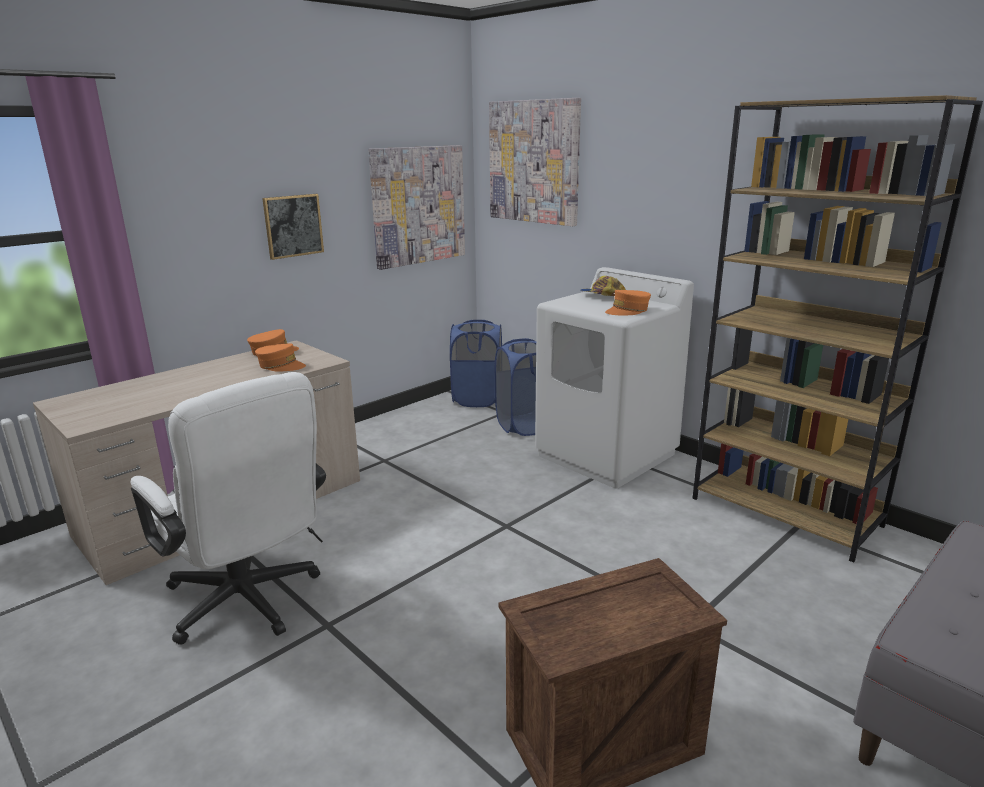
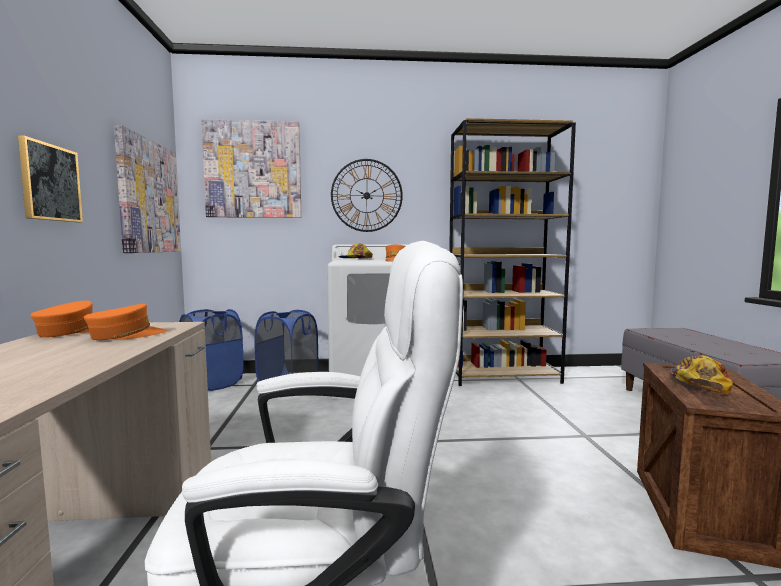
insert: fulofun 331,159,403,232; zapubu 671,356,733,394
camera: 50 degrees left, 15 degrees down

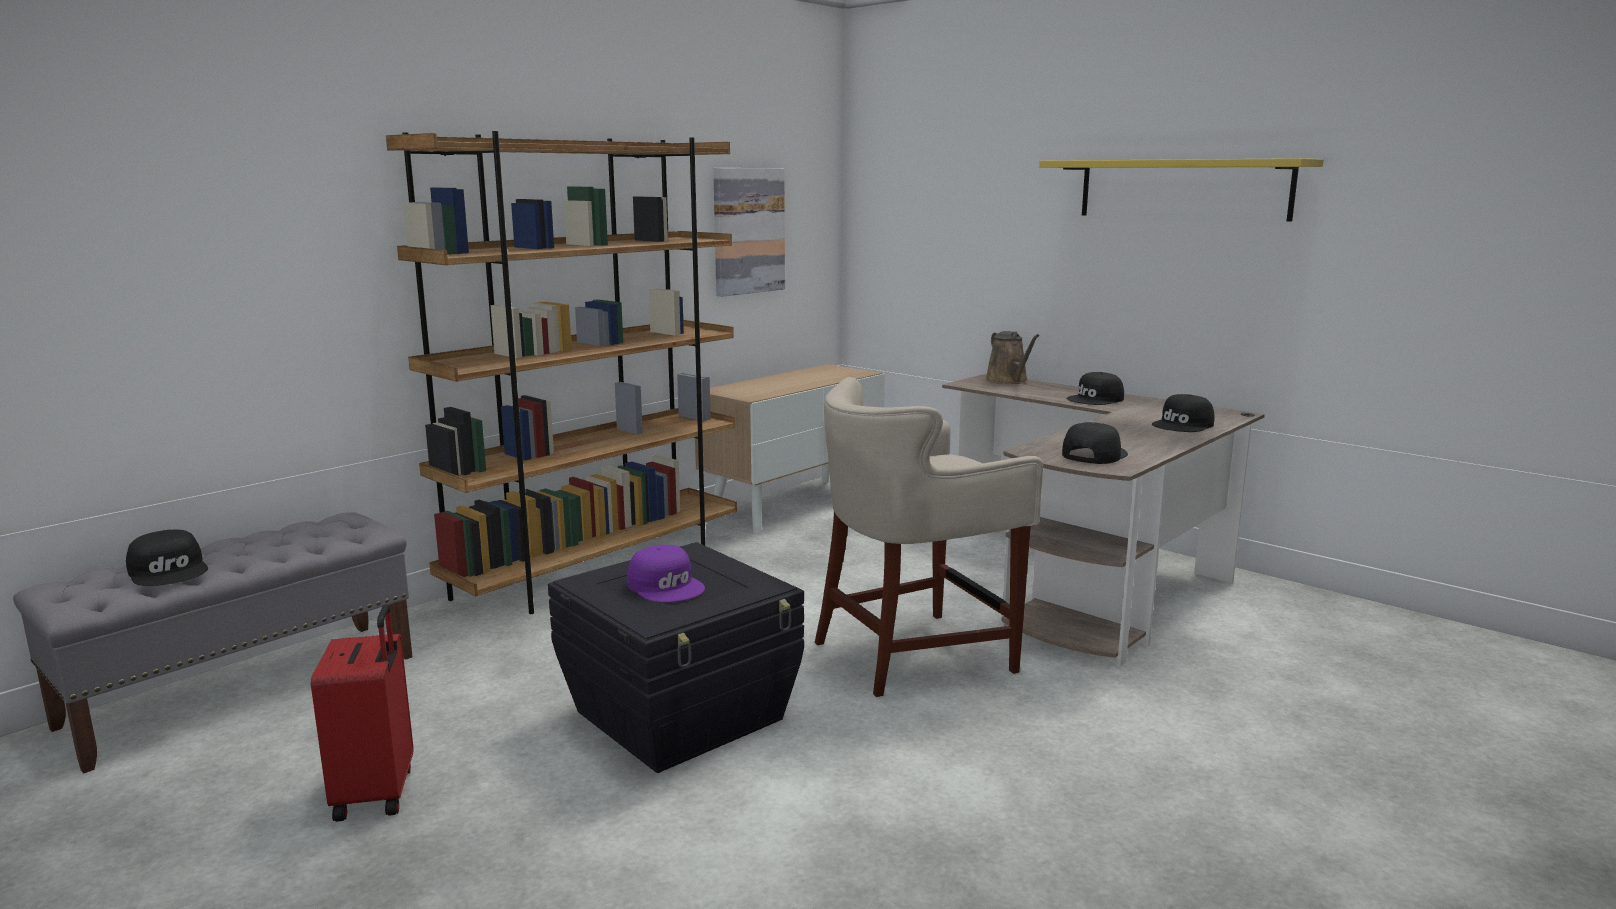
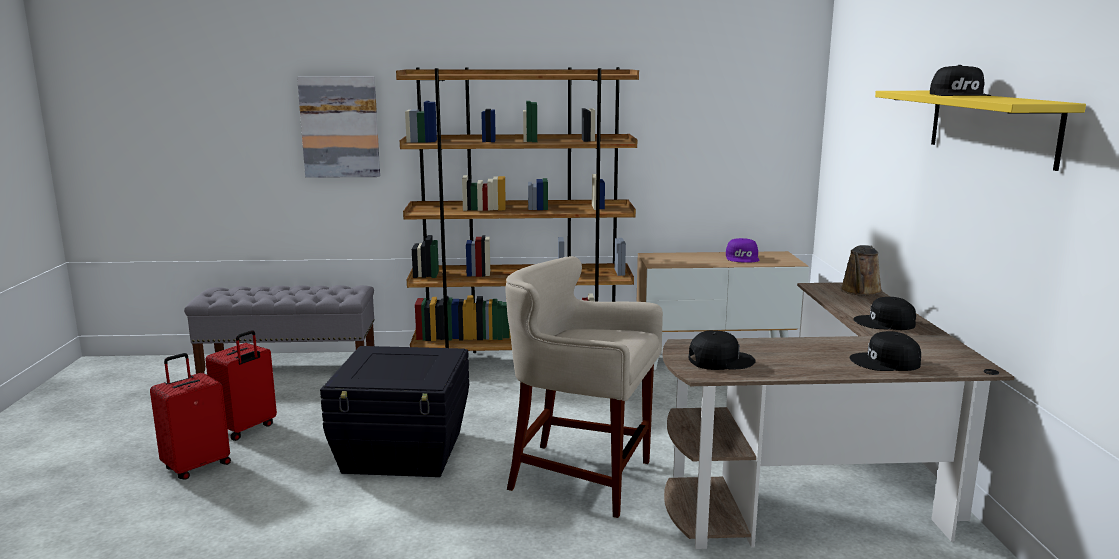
insert: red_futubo 150,353,231,480
move: black_zapubu 126,529,208,586 to 930,65,991,96; purple_zapubu 627,545,705,602 to 726,238,759,263; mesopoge 713,168,785,297 to 297,76,380,178
camera: 45 degrees right, 0 degrees up

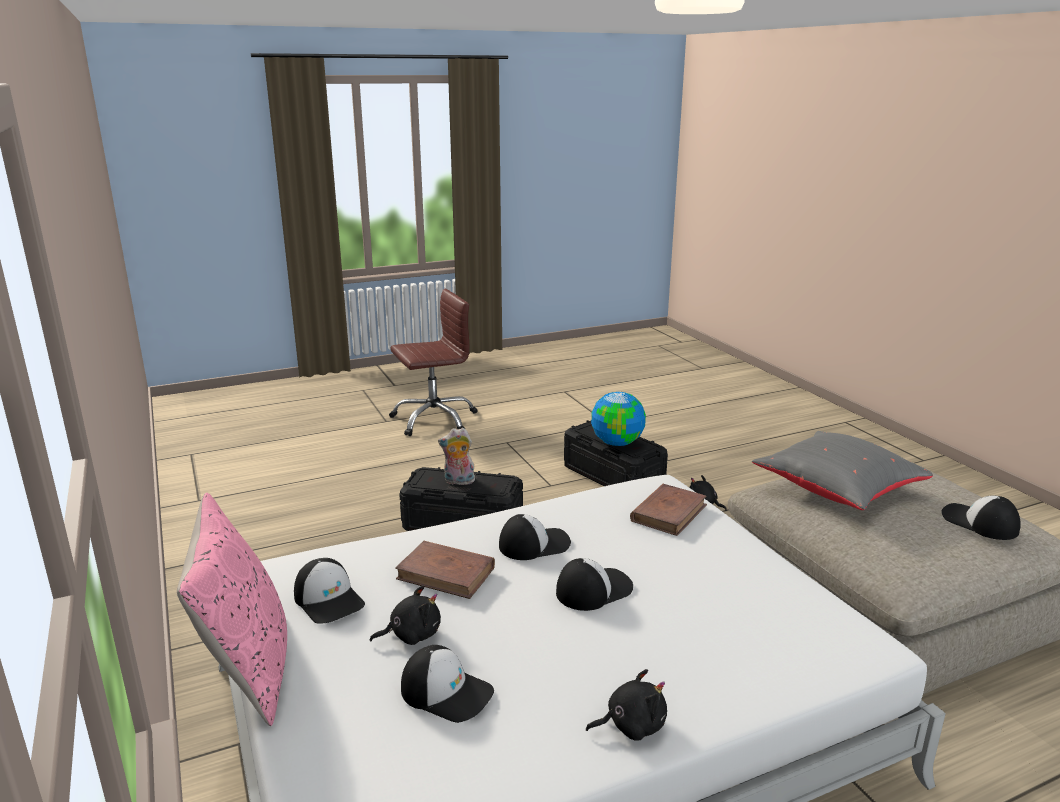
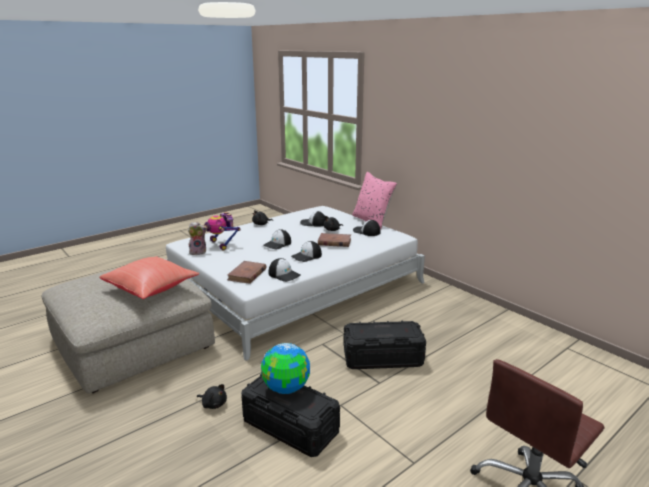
insert: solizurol 204,212,241,251
move: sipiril 438,428,475,485 to 188,222,207,255; zapubu 941,496,1021,540 to 269,258,301,282
recolor: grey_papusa 752,431,933,510 to red_papusa 100,256,199,299
camera: 165 degrees right, 0 degrees up

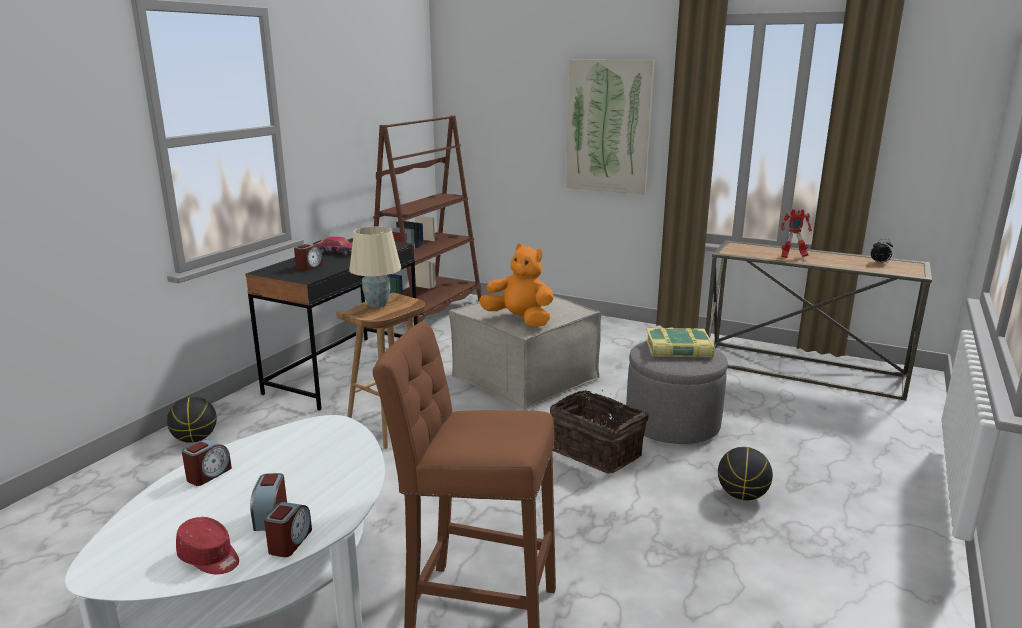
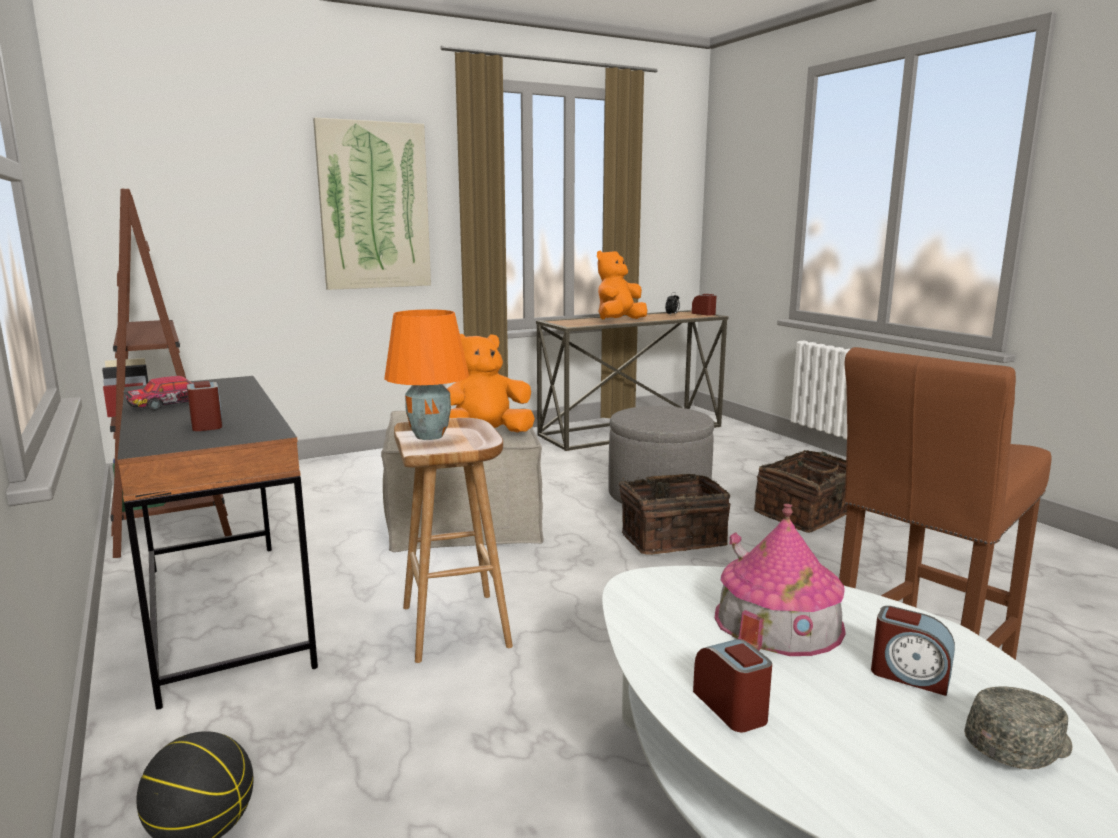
delete: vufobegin 646,328,714,358
insert: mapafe 715,504,846,656
move: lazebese 264,502,312,557 to 692,294,716,316
replace: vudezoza 718,447,773,500 to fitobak 754,450,847,533; solizurol 781,209,812,258 to orange_sipiril 597,251,647,319
recolor: red_zapubu 176,517,239,574 to grey_zapubu 964,687,1072,769; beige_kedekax 349,227,401,308 to orange_kedekax 384,309,469,440
camera: 55 degrees left, 5 degrees down

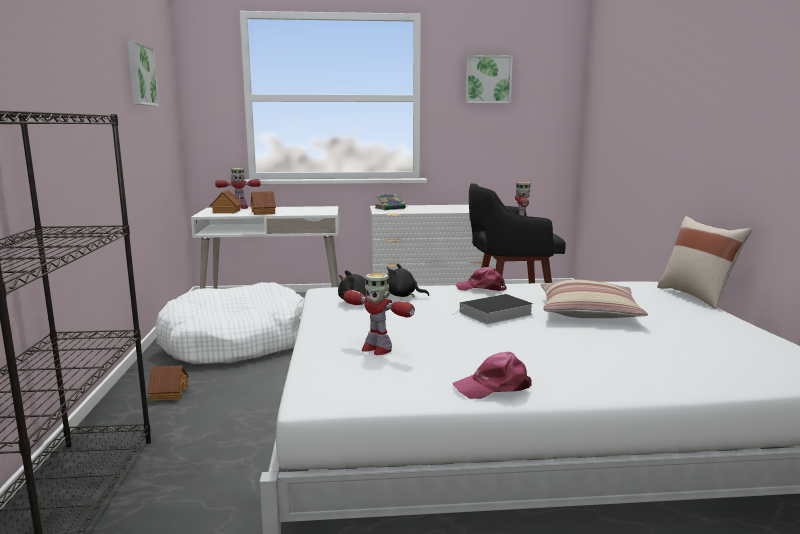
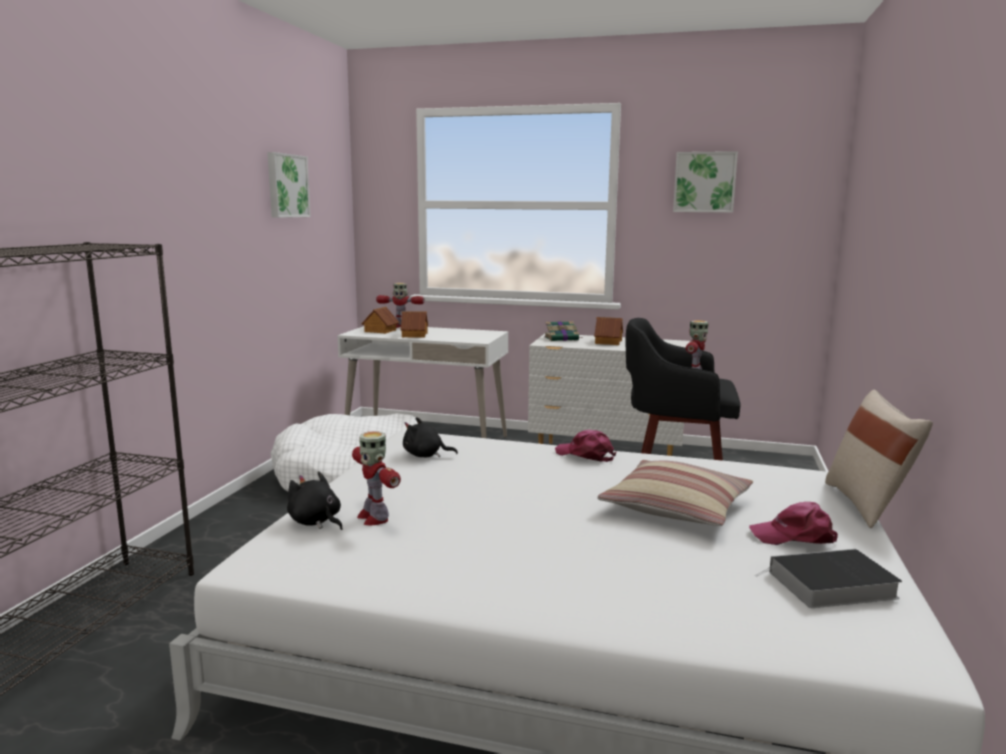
move: mapafe 147,365,189,401 to 594,317,623,345; black_sipiril 387,264,429,297 to 287,472,343,530; vufobegin 452,294,533,324 to 755,549,902,608; pink_zapubu 453,352,532,399 to 749,502,838,545
camera: 20 degrees right, 0 degrees up

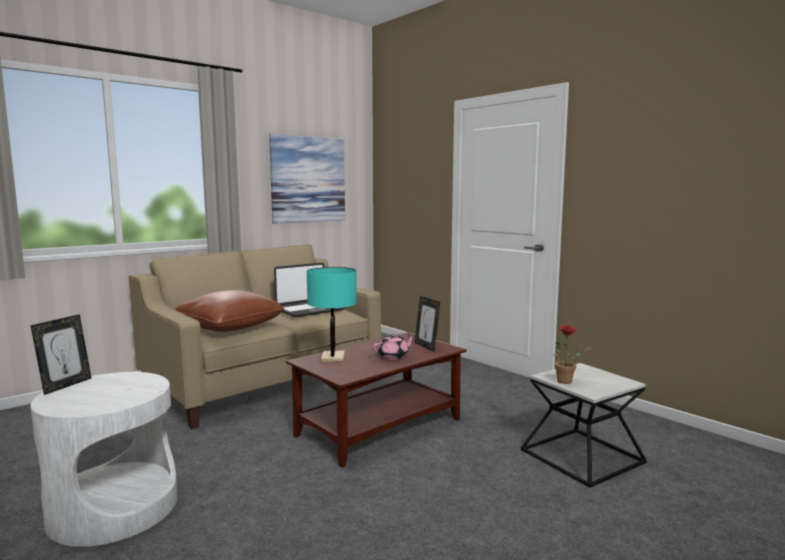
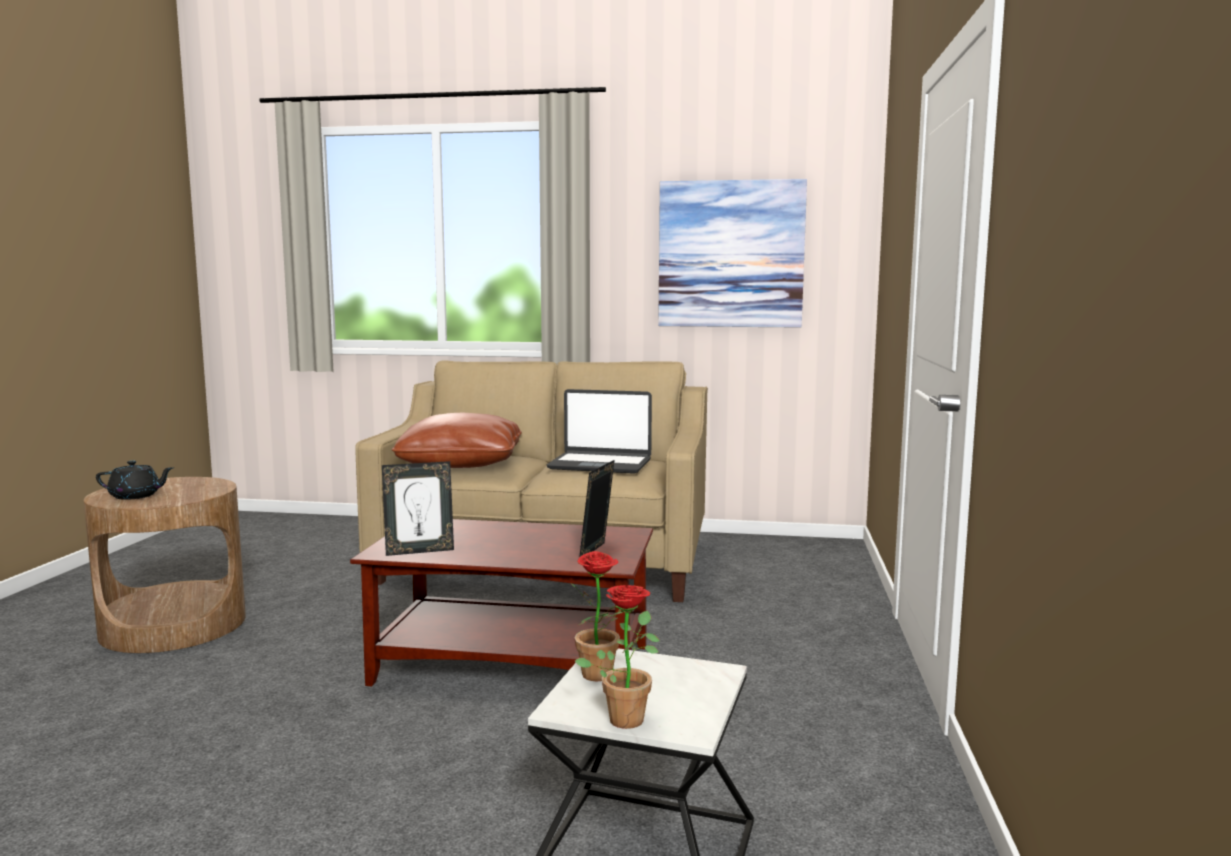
delete: turquoise_kedekax 307,267,357,362; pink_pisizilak 373,334,414,360
insert: black_pisizilak 96,461,174,500; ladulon 575,585,660,729
move: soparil 30,314,91,395 to 382,461,454,556
recolor: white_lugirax 31,372,178,547 to brown_lugirax 83,477,246,653
camera: 50 degrees right, 0 degrees up

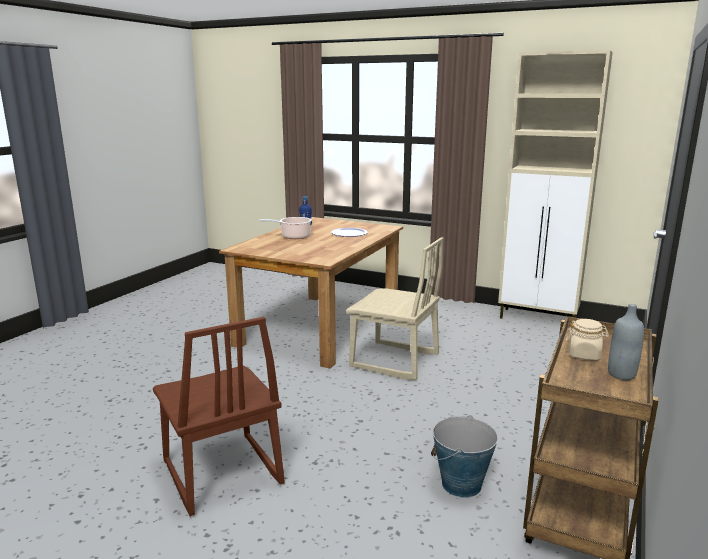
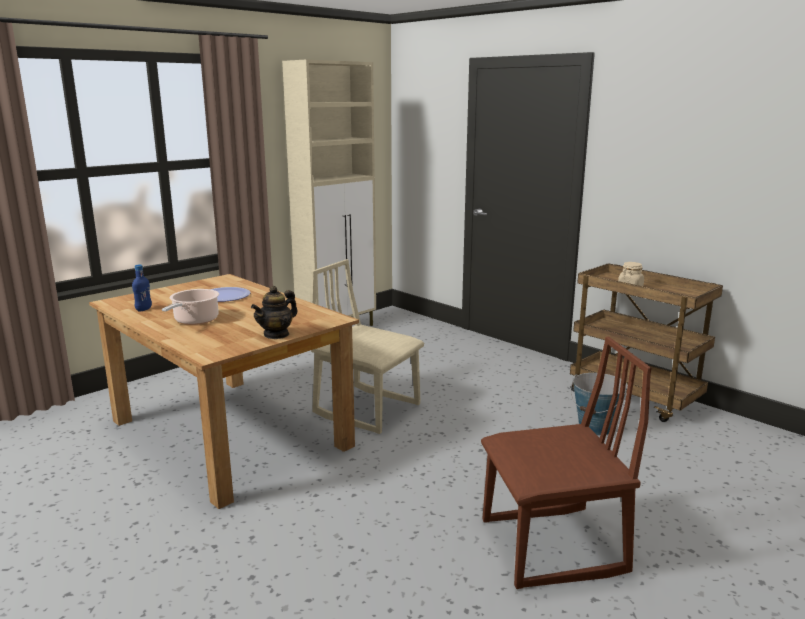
delete: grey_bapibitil 608,304,644,380
insert: pisizilak 251,286,298,339
rotate: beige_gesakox 346,237,443,380 = 311,259,424,434 105 degrees counterclockwise
camera: 70 degrees left, 0 degrees up

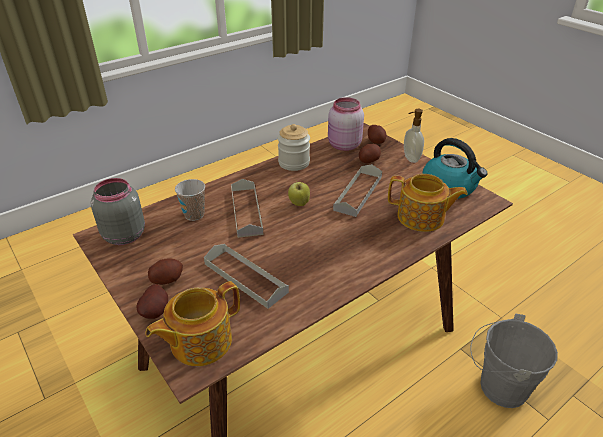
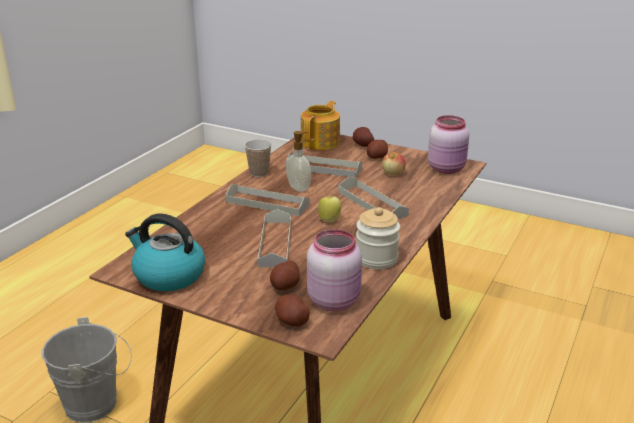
delete: pisizilak 388,174,467,232
insert: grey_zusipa 226,184,310,216; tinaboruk 382,152,406,176
move: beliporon 175,179,205,221 to 244,139,272,177; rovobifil 404,109,424,163 to 286,131,311,192
recolor: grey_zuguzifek 91,178,145,245 to pink_zuguzifek 428,115,469,174
camera: 155 degrees right, 10 degrees down

